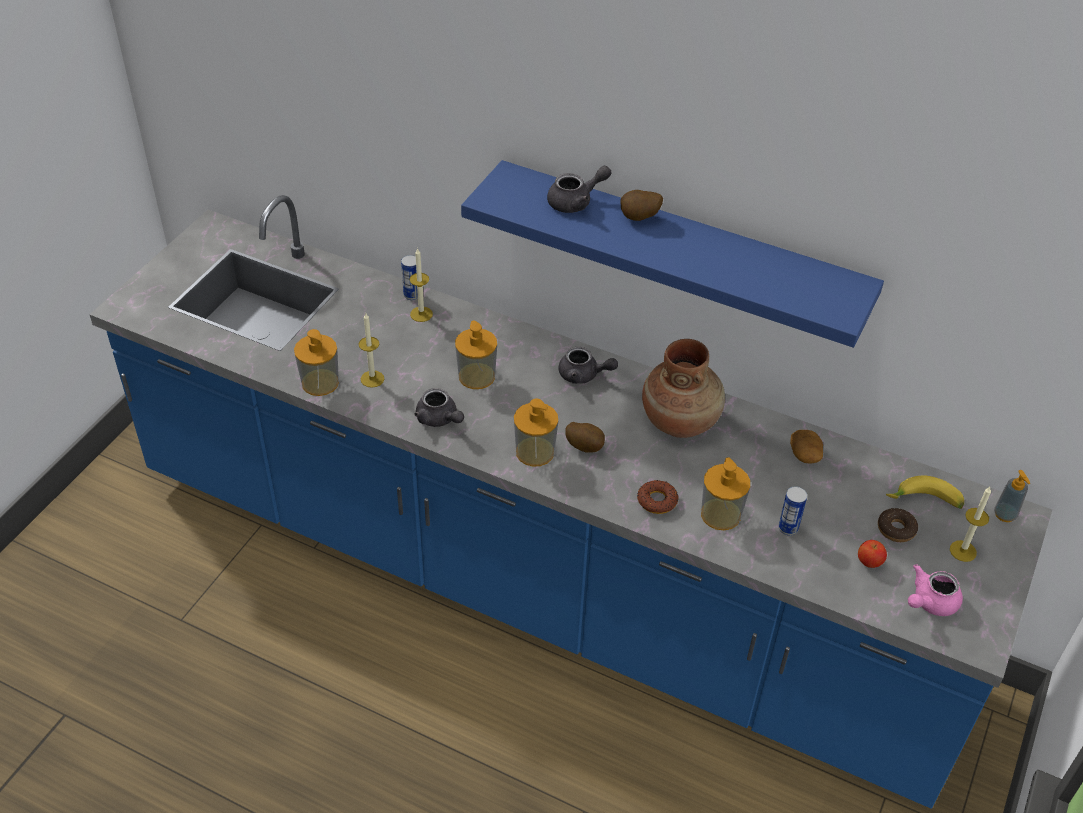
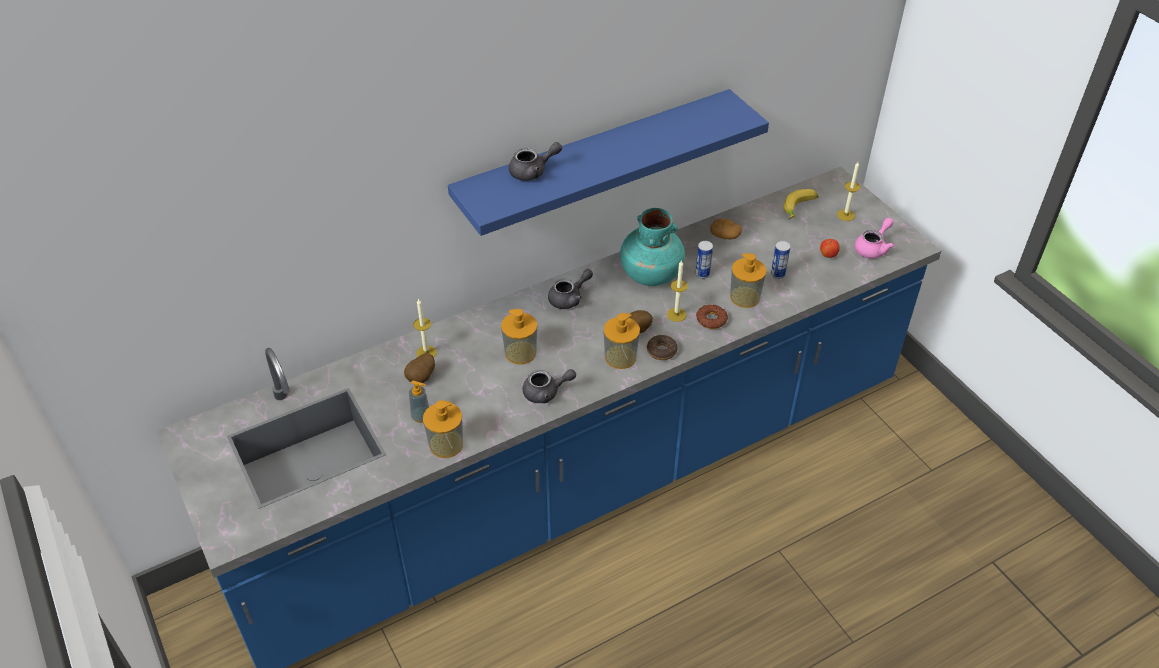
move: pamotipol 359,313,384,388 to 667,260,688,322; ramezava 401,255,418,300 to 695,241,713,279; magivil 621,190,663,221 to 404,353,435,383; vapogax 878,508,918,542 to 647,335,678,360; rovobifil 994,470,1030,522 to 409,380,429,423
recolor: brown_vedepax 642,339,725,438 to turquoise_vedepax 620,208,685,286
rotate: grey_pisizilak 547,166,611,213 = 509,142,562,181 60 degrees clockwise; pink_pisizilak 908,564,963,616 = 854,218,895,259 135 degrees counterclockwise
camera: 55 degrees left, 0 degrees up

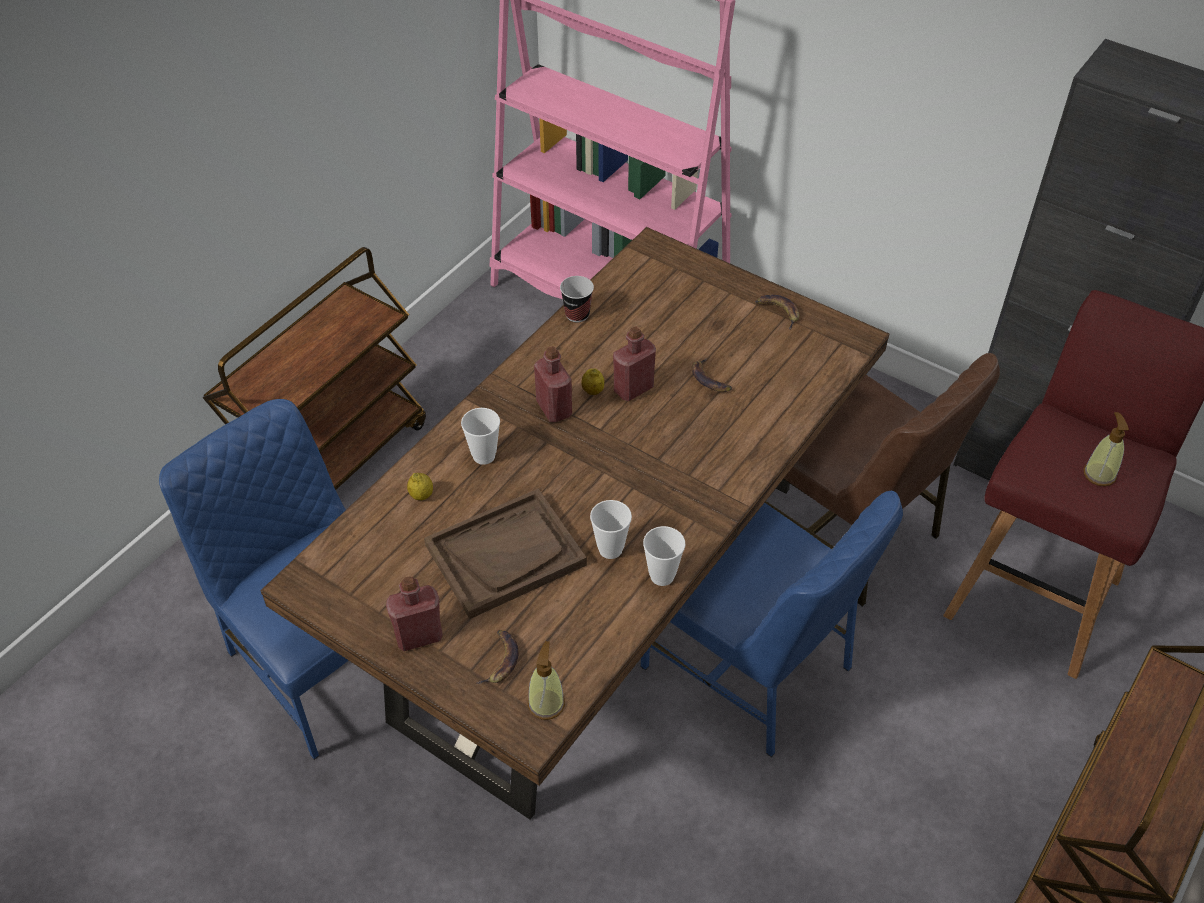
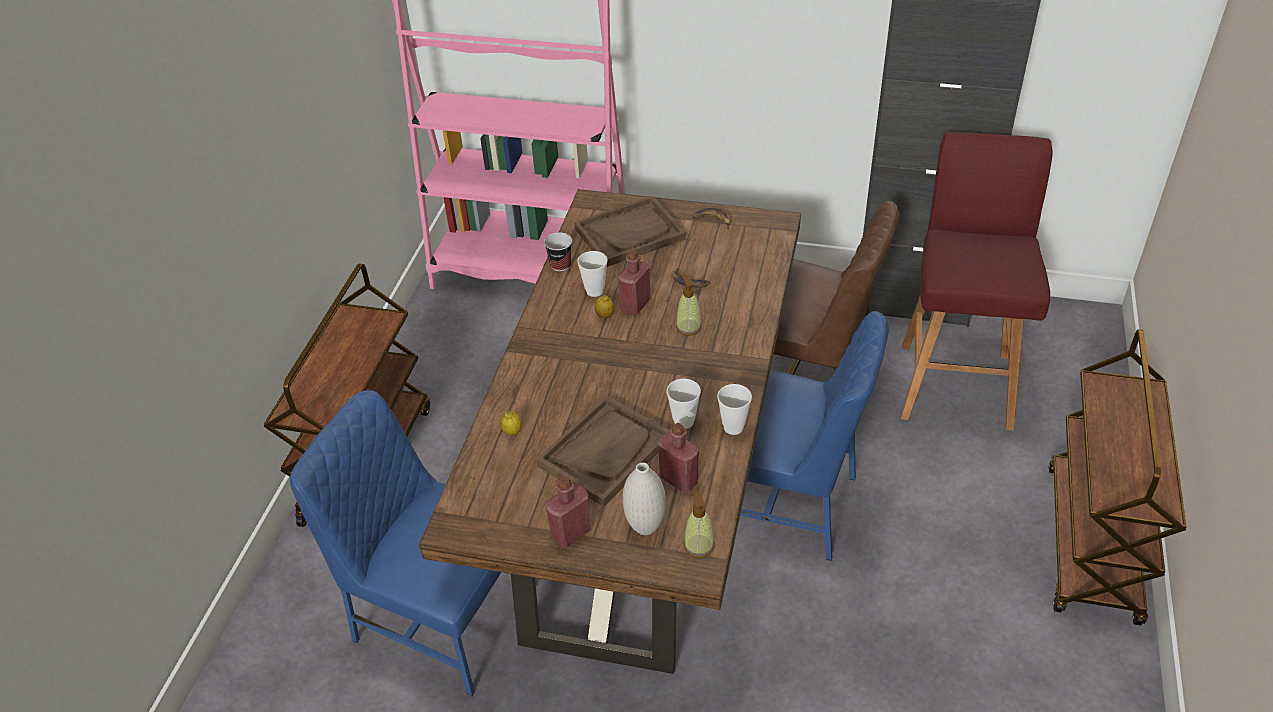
insert: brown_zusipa 574,196,686,267
move: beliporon 461,408,500,465 to 577,251,608,297; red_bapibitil 534,346,572,422 to 658,423,699,492; rovobifil 1084,412,1129,486 to 676,274,702,336
replace: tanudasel 477,630,518,684 to white_vedepax 623,463,666,535
camera: 20 degrees left, 5 degrees down

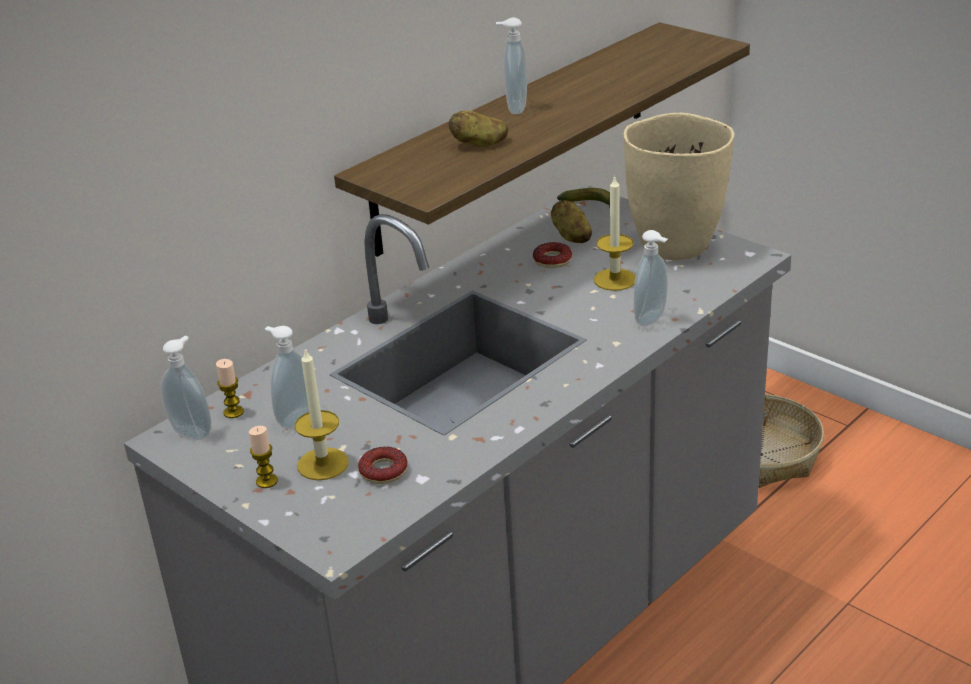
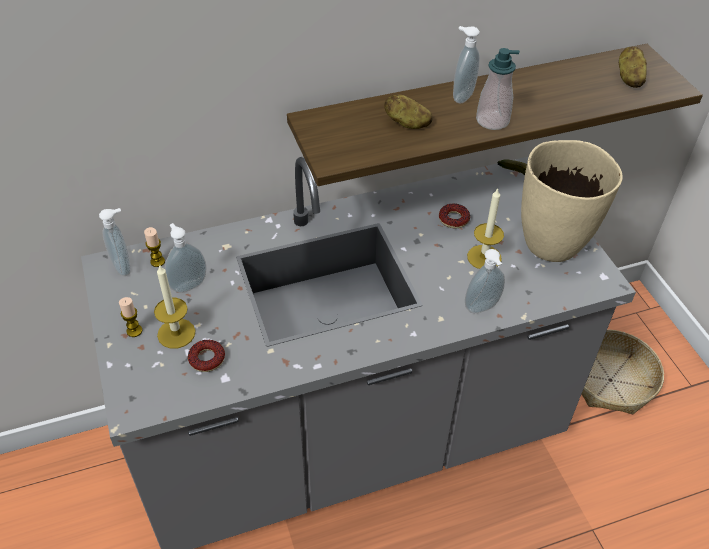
insert: rovobifil 476,48,520,130
move: magivil 551,200,592,243 to 619,47,647,88
camera: 25 degrees right, 15 degrees up

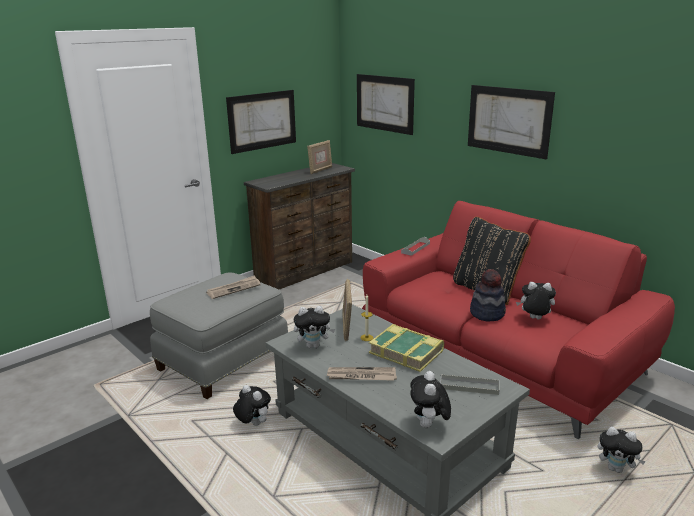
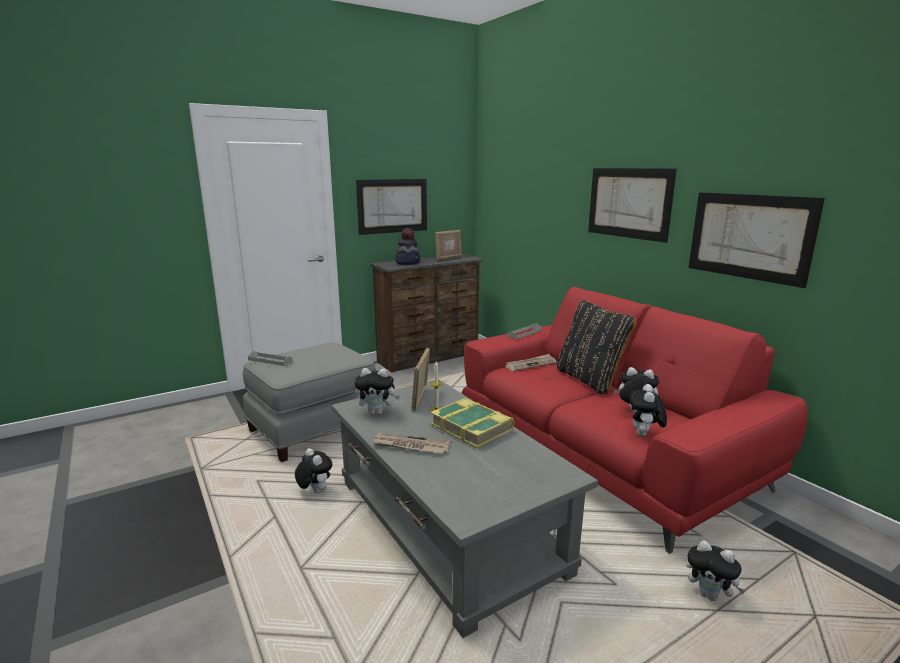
move: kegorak 206,275,261,299 to 505,354,557,371; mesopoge 357,74,415,135 to 688,192,825,288; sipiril 410,371,451,428 to 629,384,667,436; grey_zusipa 440,374,500,395 to 248,351,293,366; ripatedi 470,269,506,322 to 396,228,420,265
camera: 10 degrees right, 5 degrees down

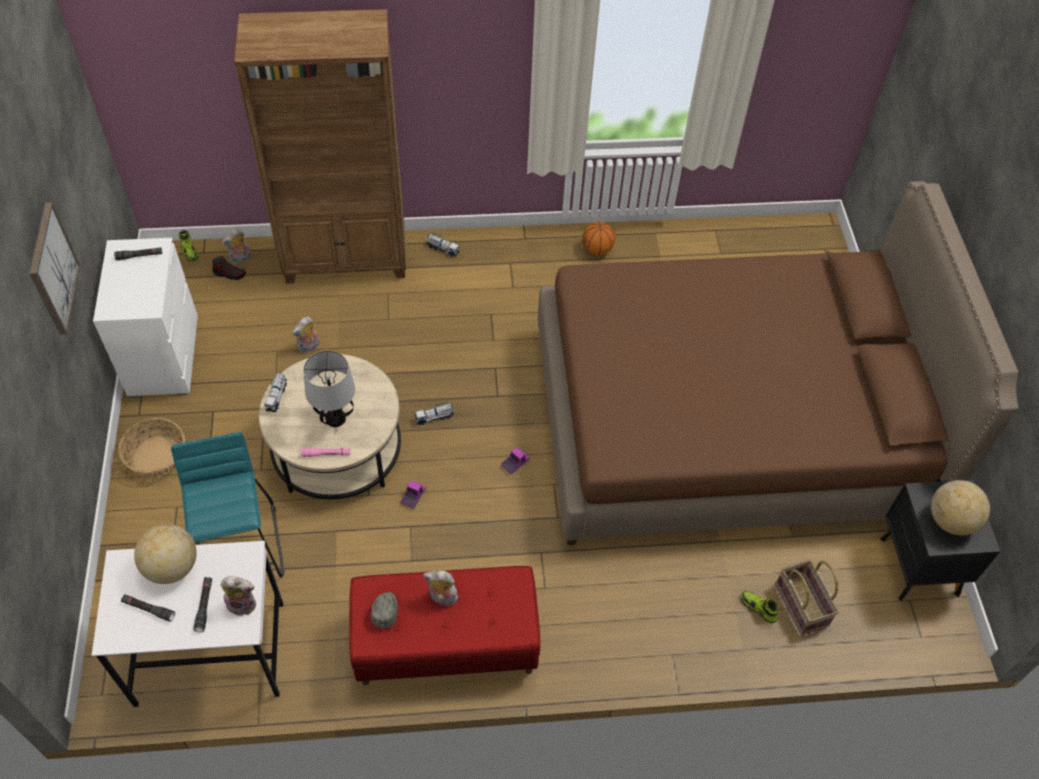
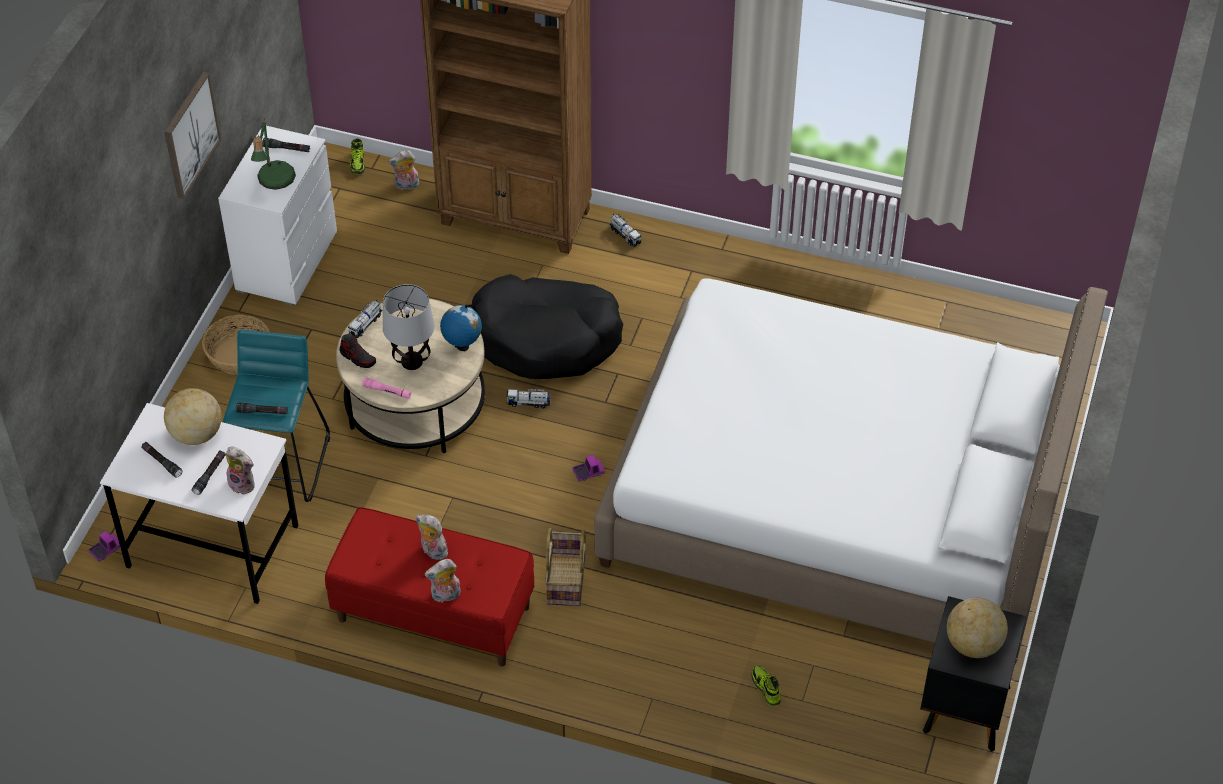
delete: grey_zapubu 371,592,398,629; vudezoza 582,222,615,255
insert: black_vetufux 236,402,288,414; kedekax 251,118,296,190; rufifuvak 440,304,482,351; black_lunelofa 472,274,623,379
move: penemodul 212,256,246,280 to 340,334,376,368; sipiril 292,317,319,353 to 424,559,461,603; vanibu 401,481,426,509 to 88,531,120,562; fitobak 775,560,839,635 to 545,528,586,606
recolor: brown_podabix 538,181,1019,545 to white_podabix 595,279,1108,664
camera: 25 degrees right, 5 degrees down

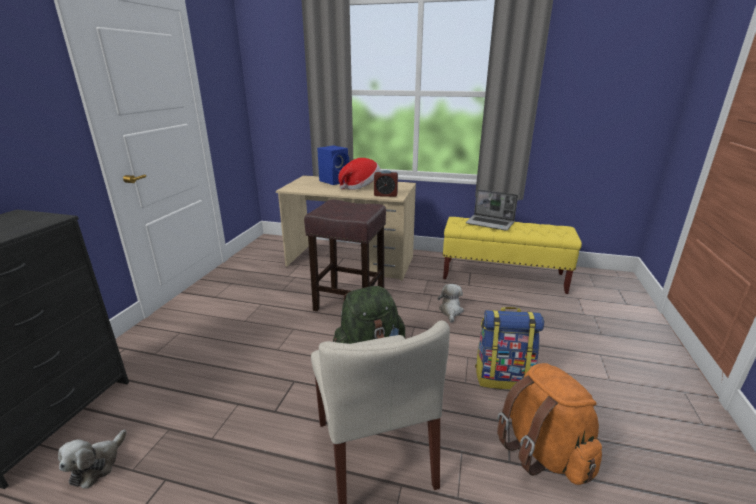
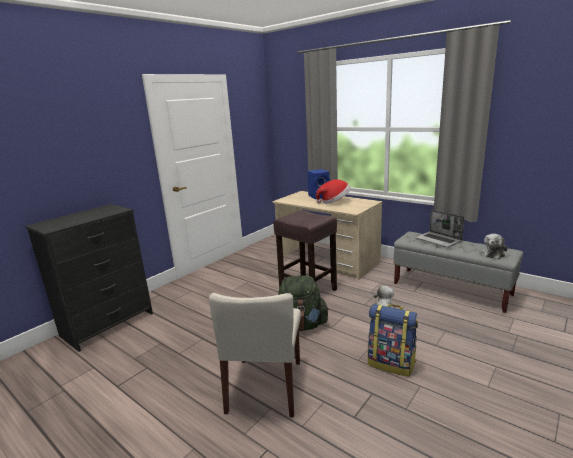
delete: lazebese 374,170,398,197; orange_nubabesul 497,363,602,485
move: sipiril 58,429,127,489 to 481,234,508,259
recolor: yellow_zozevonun 442,217,582,294 to grey_zozevonun 393,232,523,313
camera: 25 degrees right, 5 degrees down

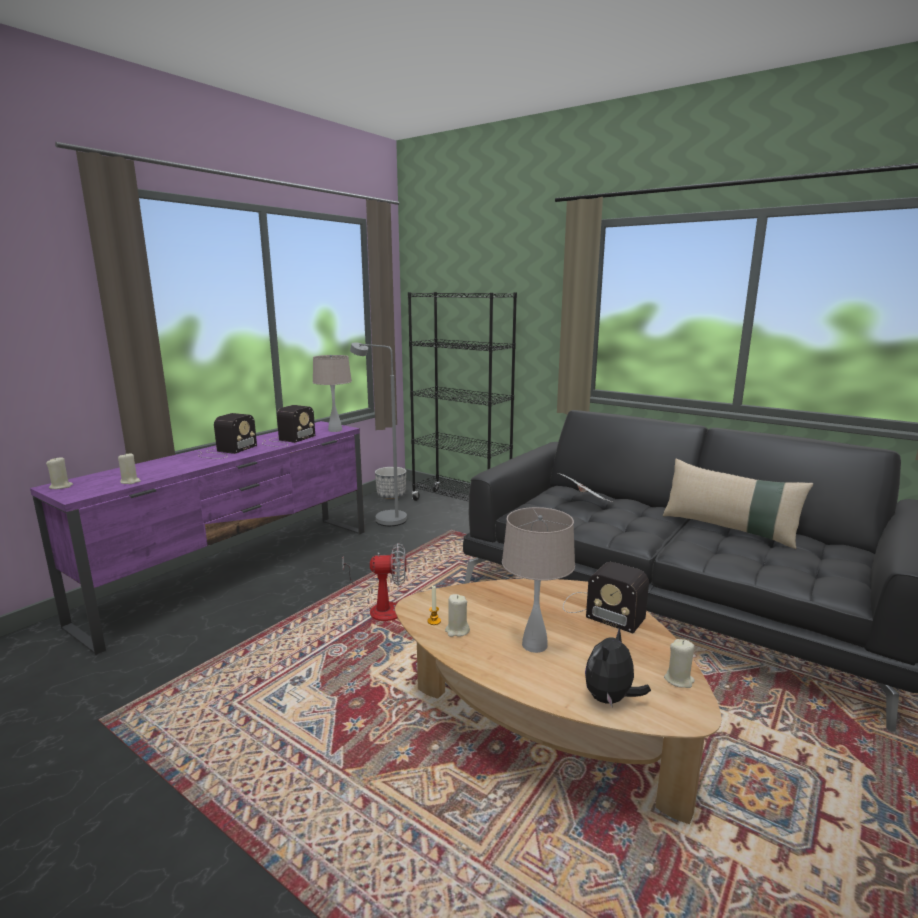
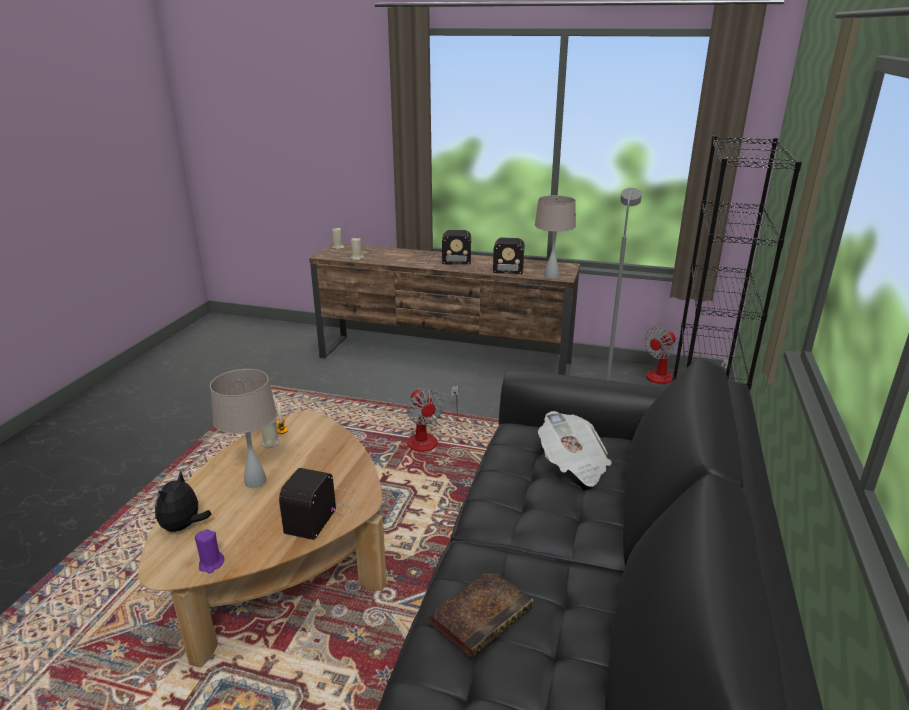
delete: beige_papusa 663,459,813,549
insert: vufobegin 429,569,534,659
replace: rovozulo 375,467,406,499 to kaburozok 644,327,728,384
recolor: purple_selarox 30,421,364,655 to brown_selarox 309,243,580,375; beige_pamotipol 664,639,695,688 to purple_pamotipol 195,529,224,573
rotate: sipiril 585,628,651,706 = 155,471,211,532 90 degrees counterclockwise
camera: 70 degrees right, 10 degrees up

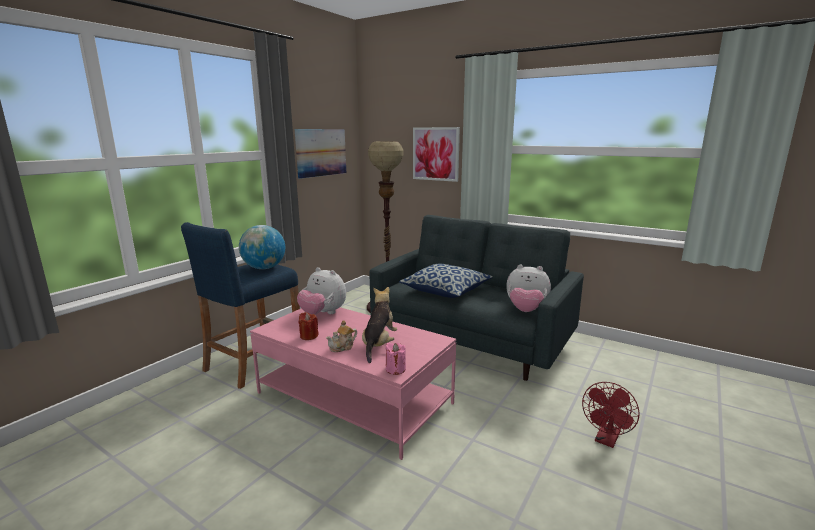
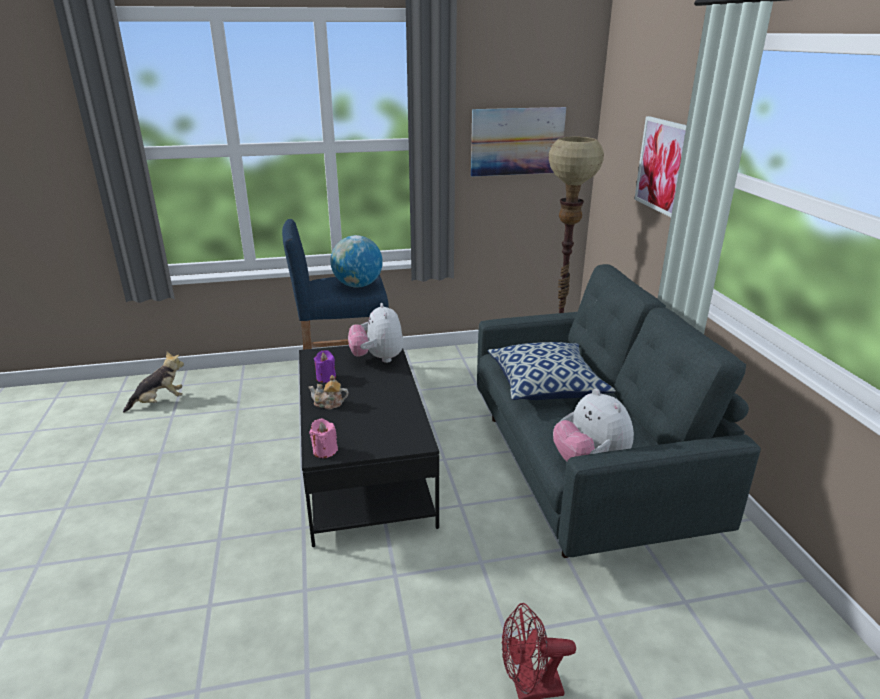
move: sipiril 362,287,397,363 to 123,351,184,413
recolor: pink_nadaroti 250,307,456,460 to black_nadaroti 299,346,439,547; red_pamotipol 299,312,319,340 to purple_pamotipol 314,350,336,383
camera: 45 degrees right, 10 degrees up

